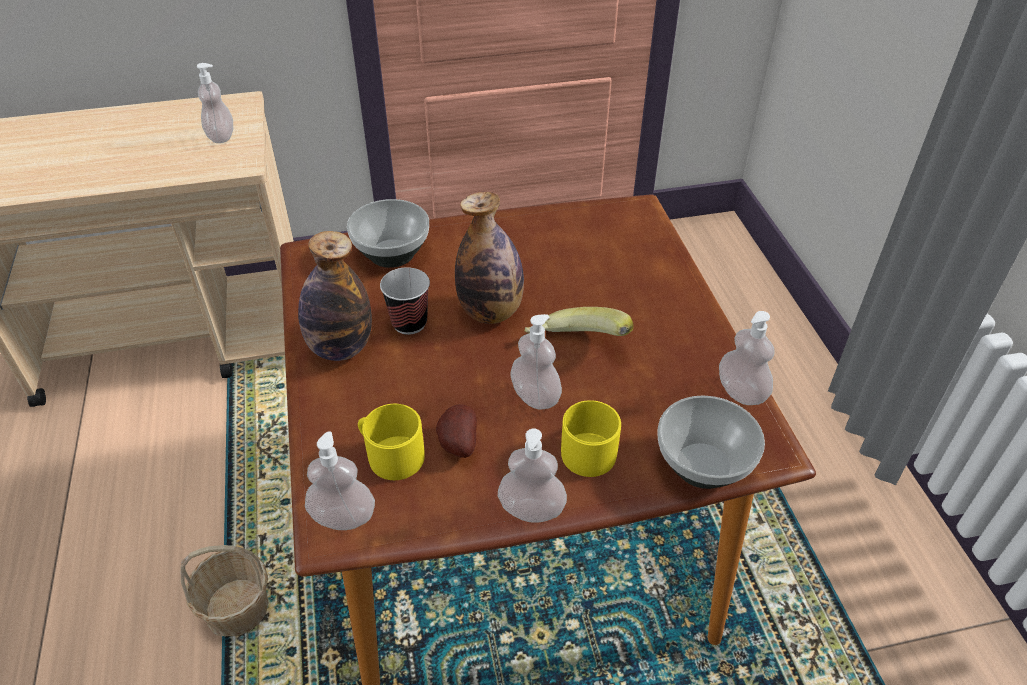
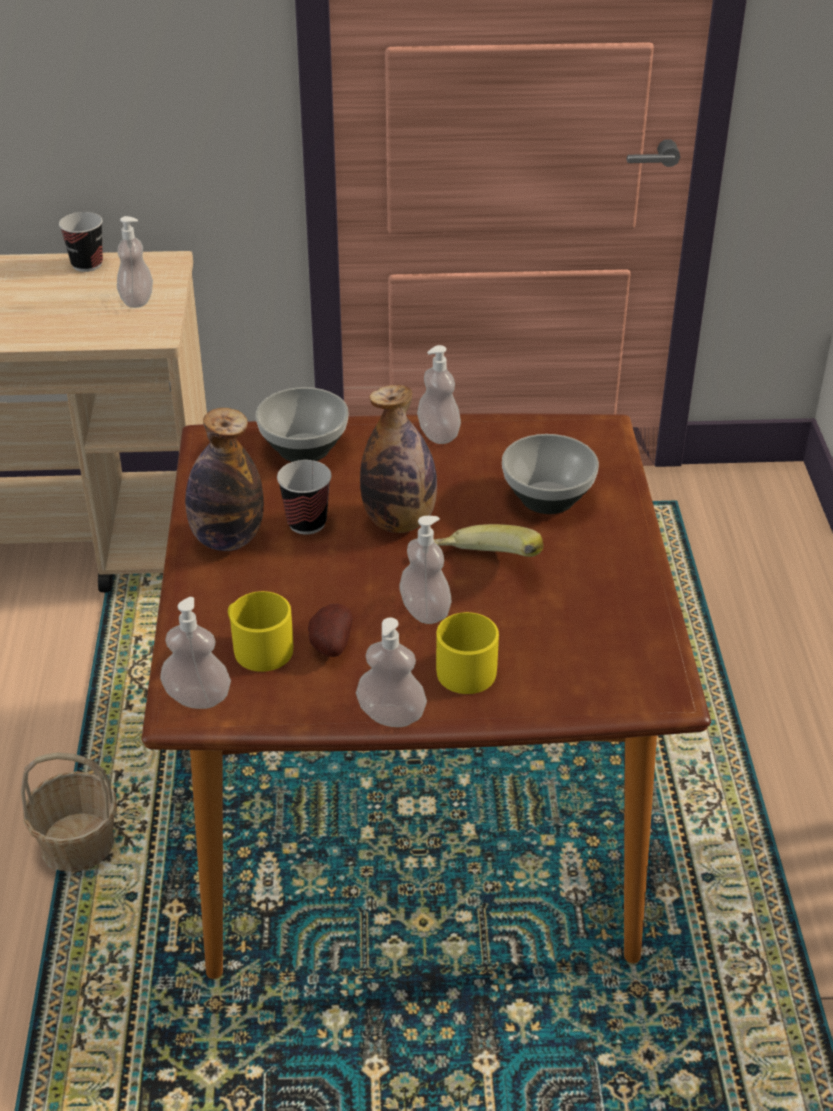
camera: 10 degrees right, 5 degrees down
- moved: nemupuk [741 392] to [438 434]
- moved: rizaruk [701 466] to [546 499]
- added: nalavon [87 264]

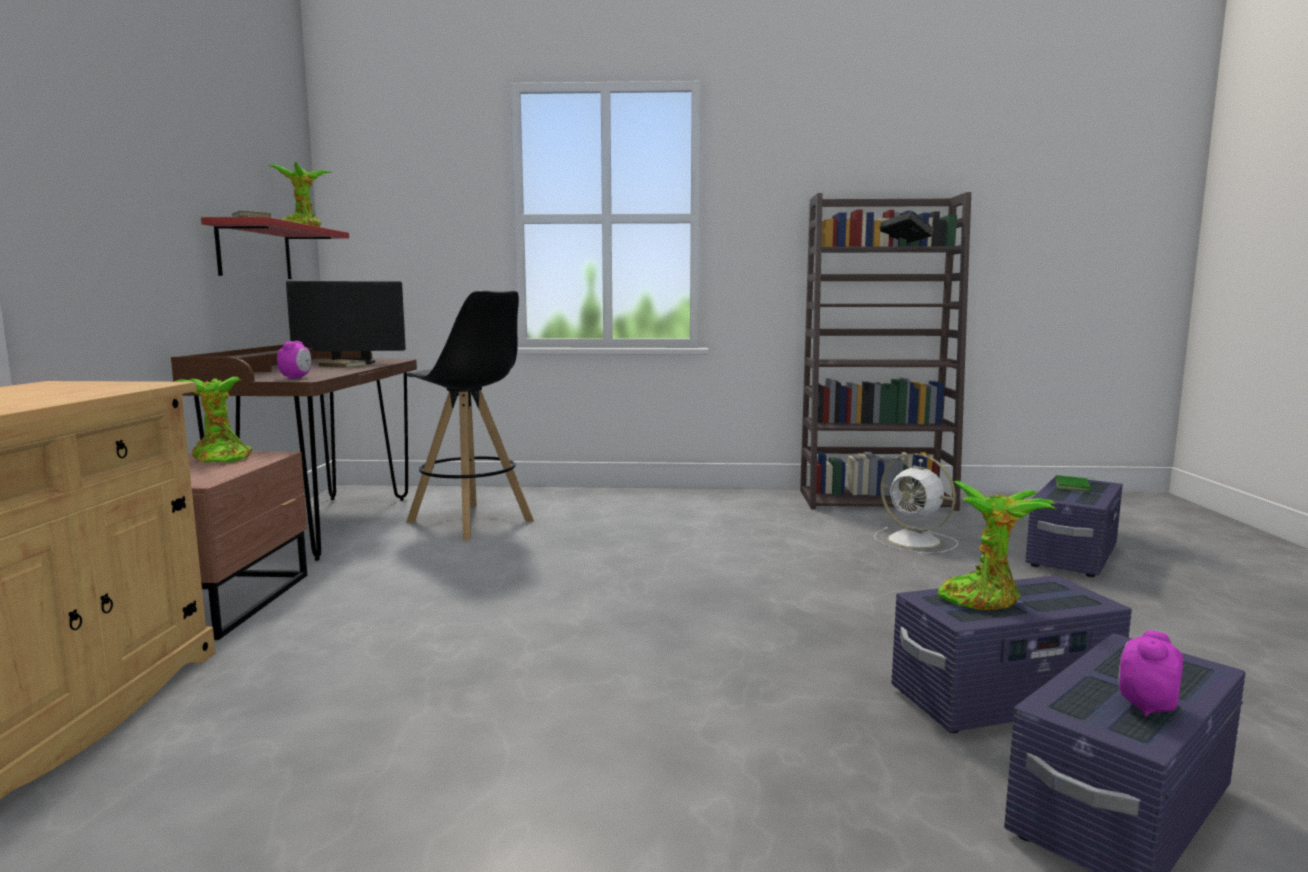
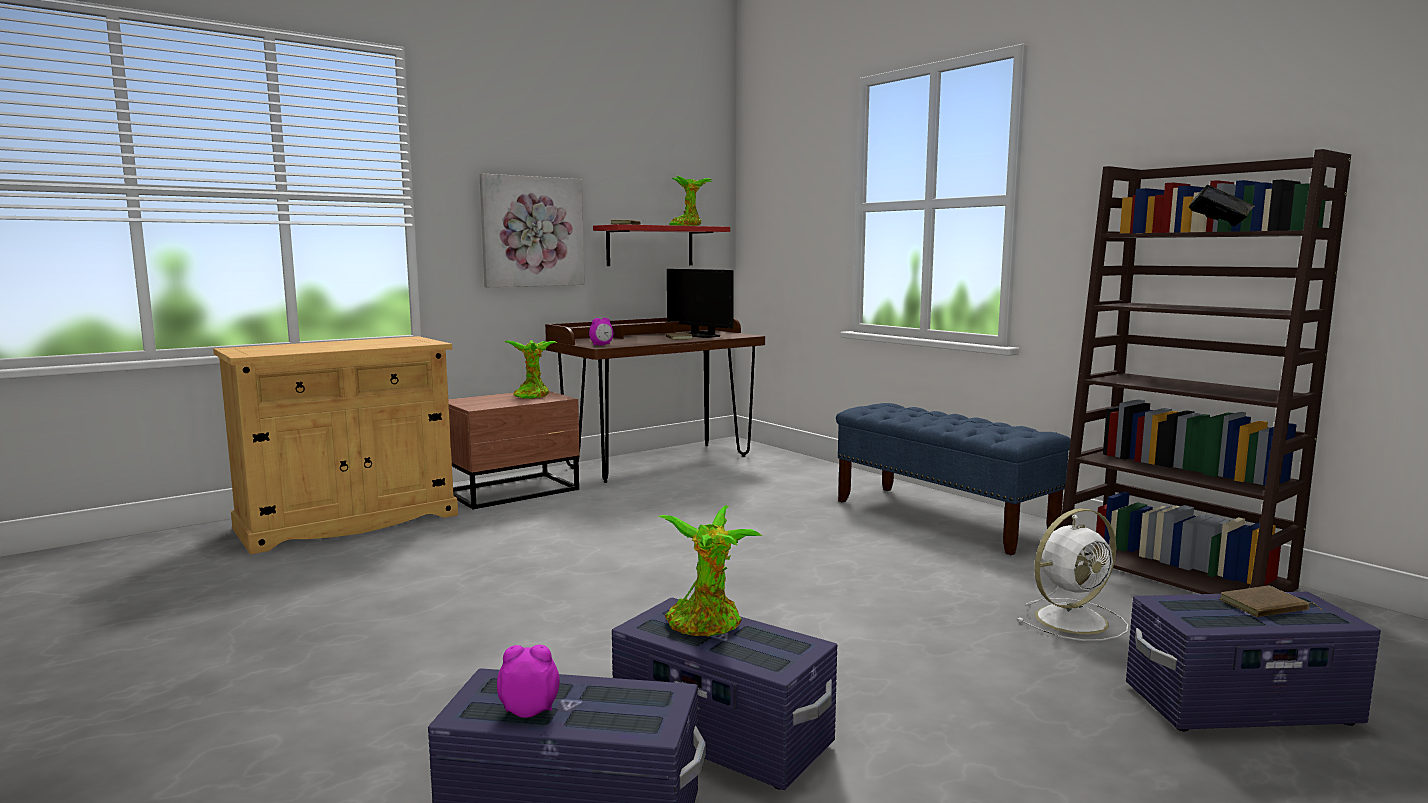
camera: 50 degrees right, 0 degrees up
- removed: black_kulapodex [471 521]
- turned: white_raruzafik [916 541] = [1073 619] 120 degrees counterclockwise
- recoloured: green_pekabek [1074 487] to brown_pekabek [1265 607]
- added: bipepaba [532 231]
- added: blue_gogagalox [942 518]

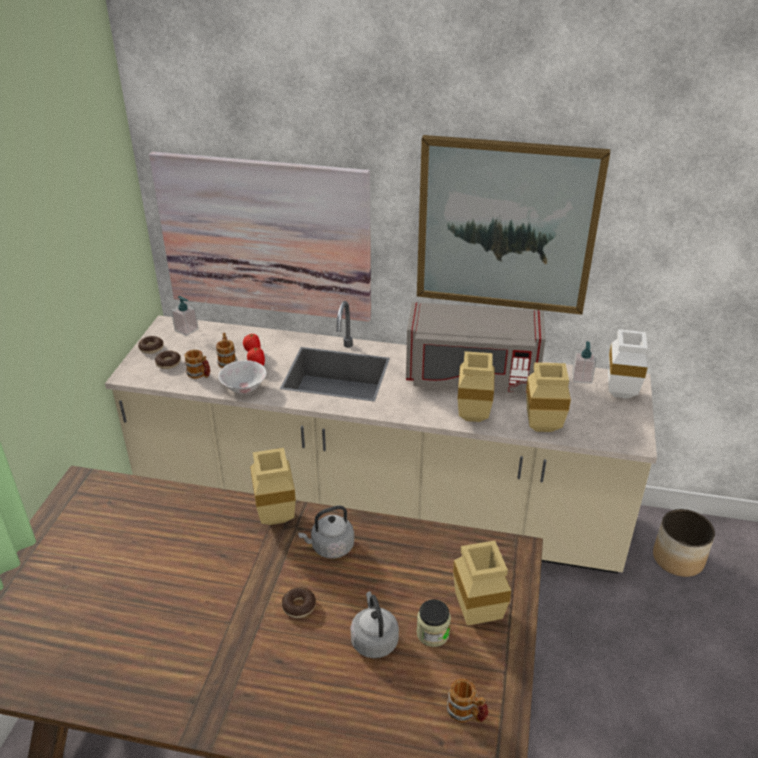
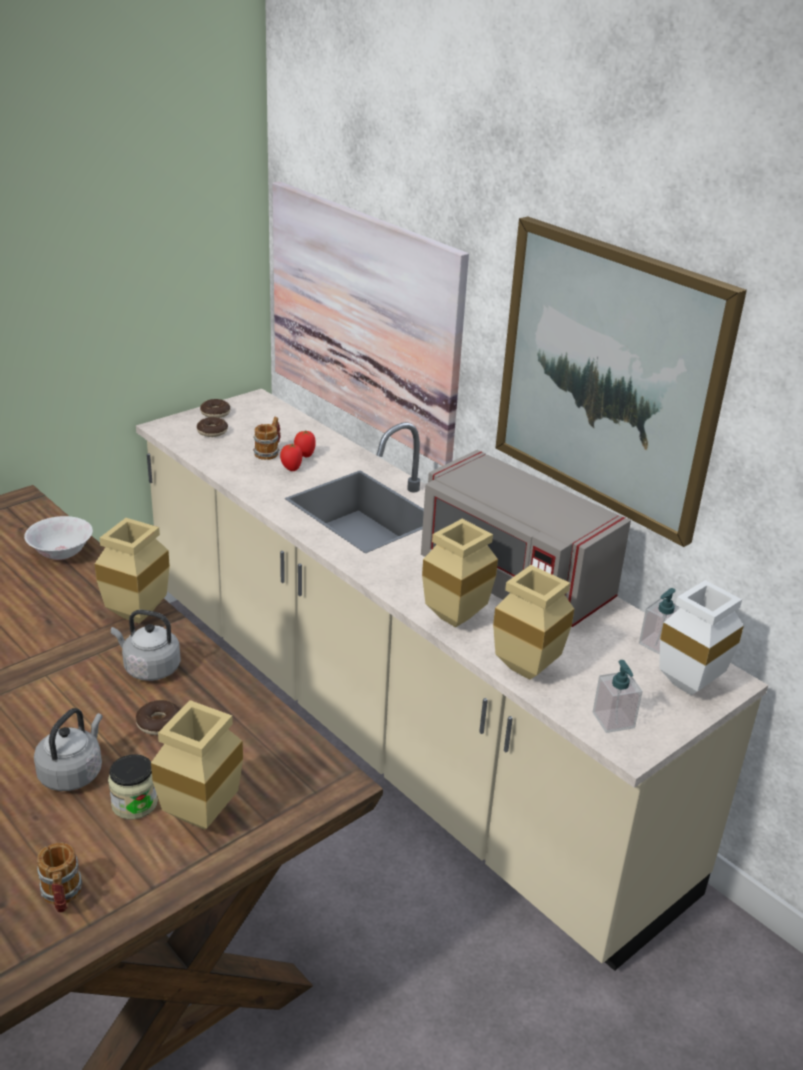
camera: 35 degrees right, 5 degrees down
- moved: nemupuk [186 330] to [613 720]
- removed: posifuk [199 374]
- moved: white_rizaruk [244 388] to [61 553]
- removed: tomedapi [678 558]
- moved: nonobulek [299 606] to [159 723]

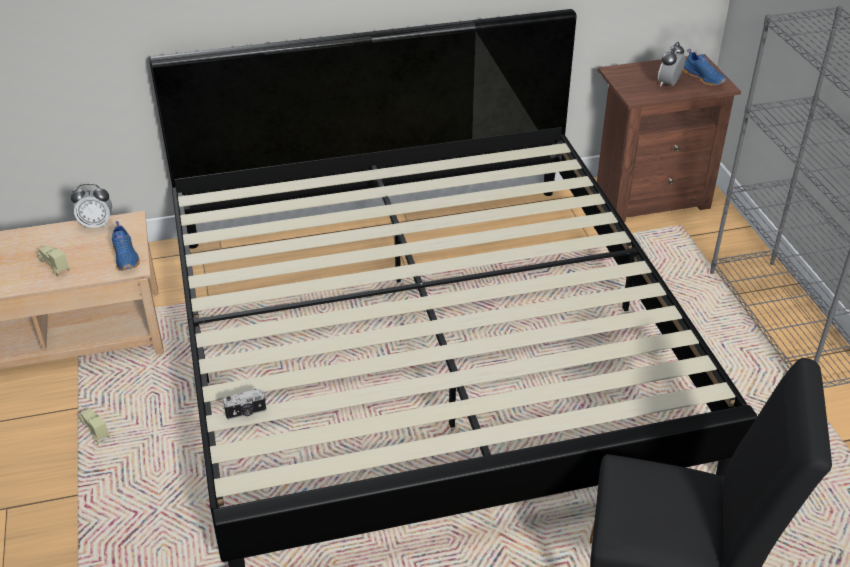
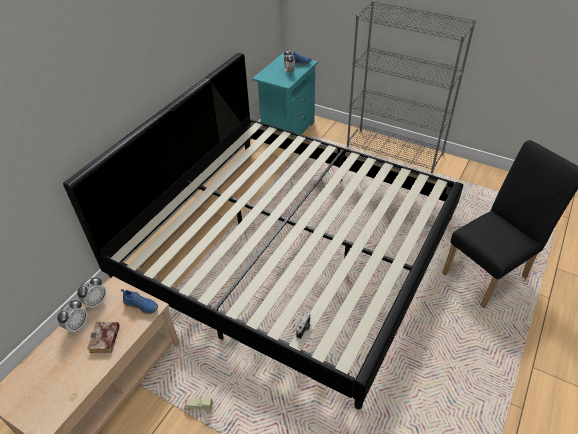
camera: 45 degrees left, 5 degrees up
- recoloured: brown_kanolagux [649 196] to turquoise_kanolagux [287 130]
- replaced: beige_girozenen [54 265] to pekabek [105 340]
- added: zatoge [77 325]

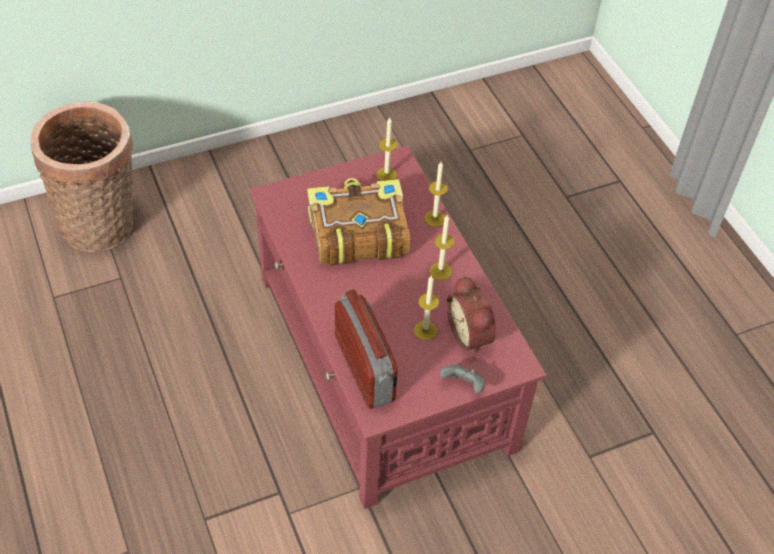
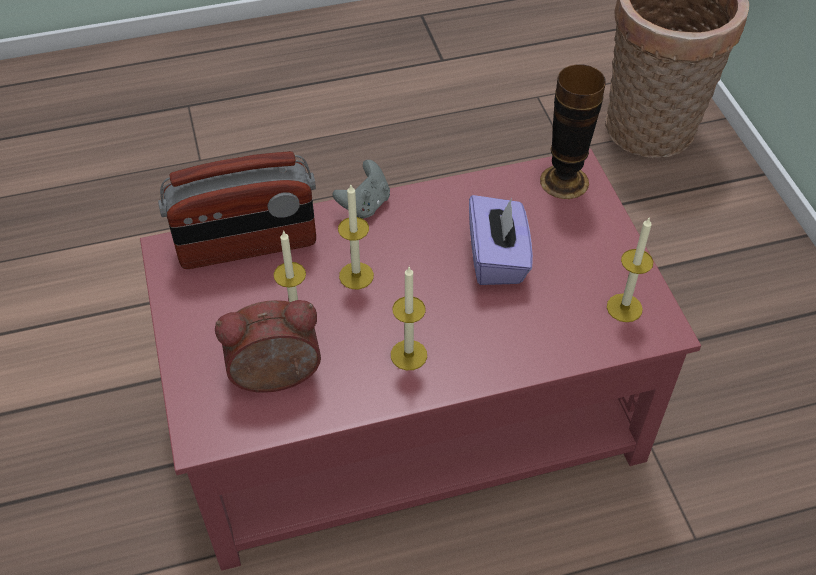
camera: 100 degrees right, 0 degrees up
- moved: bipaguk [435 218] to [356 275]
- replaced: pekabek [356 233] to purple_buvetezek [497 258]
- moved: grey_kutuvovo [463 385] to [365 205]
- added: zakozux [564 181]

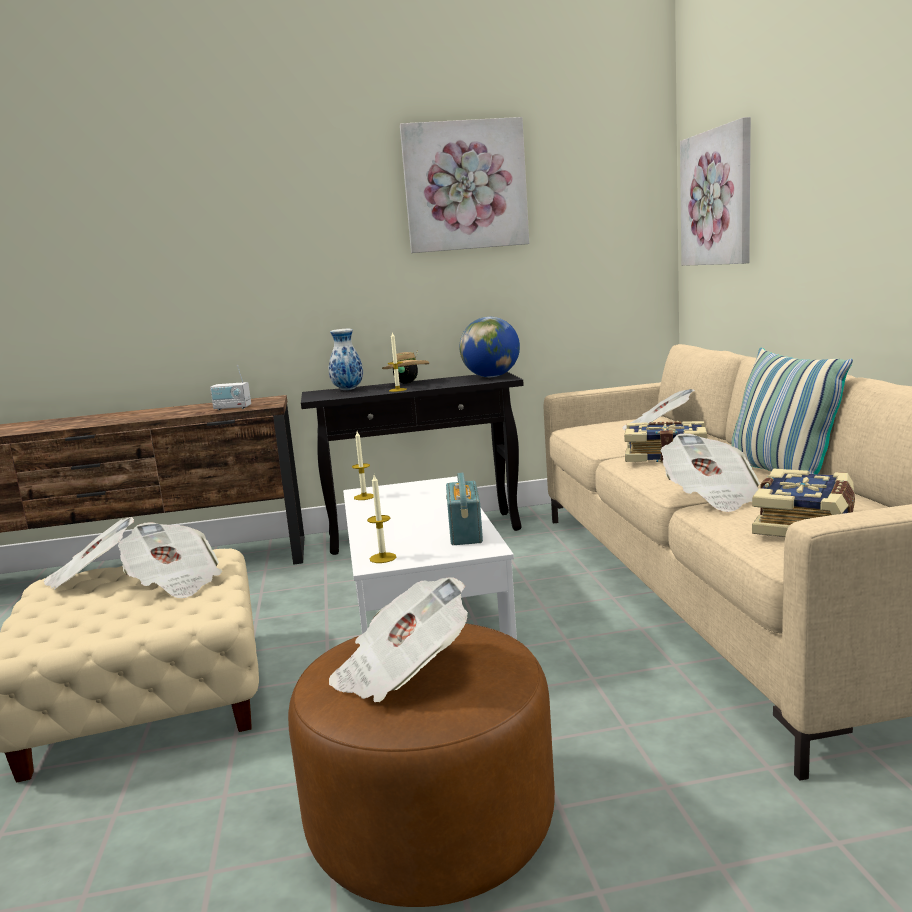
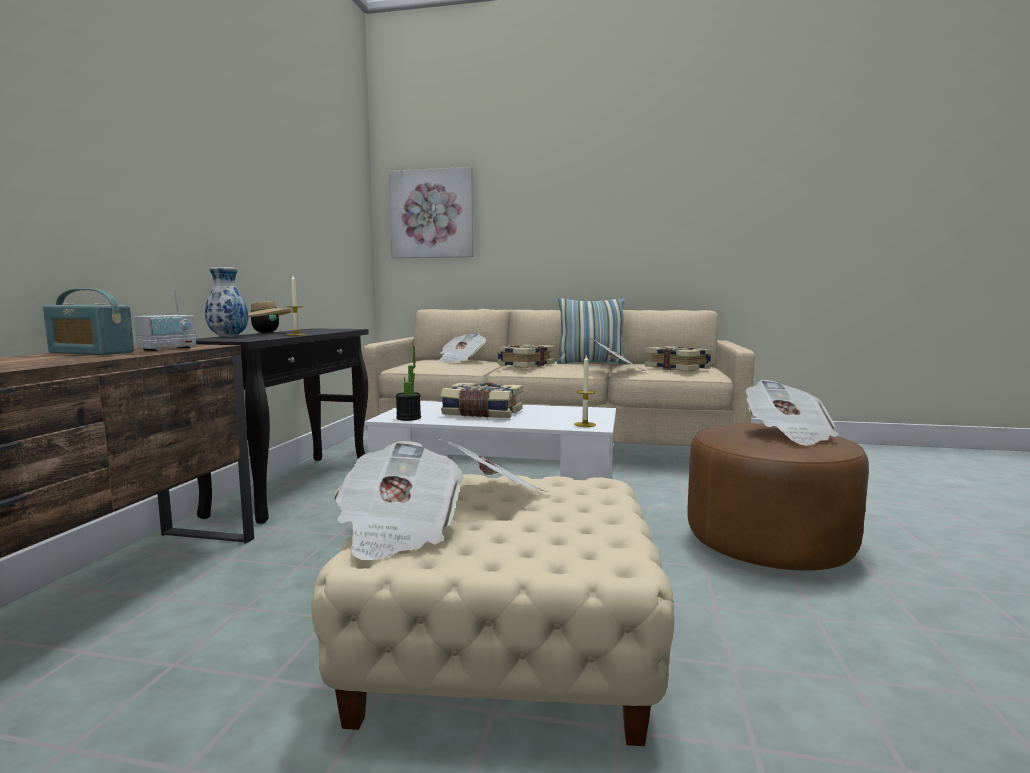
camera: 70 degrees left, 5 degrees down
- removed: bipepaba [465 186]
- removed: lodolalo [491 377]
- replaced: bipaguk [364 497] to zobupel [408 418]
- moved: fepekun [465 532] to [91 352]
- added: pekabek [482 413]

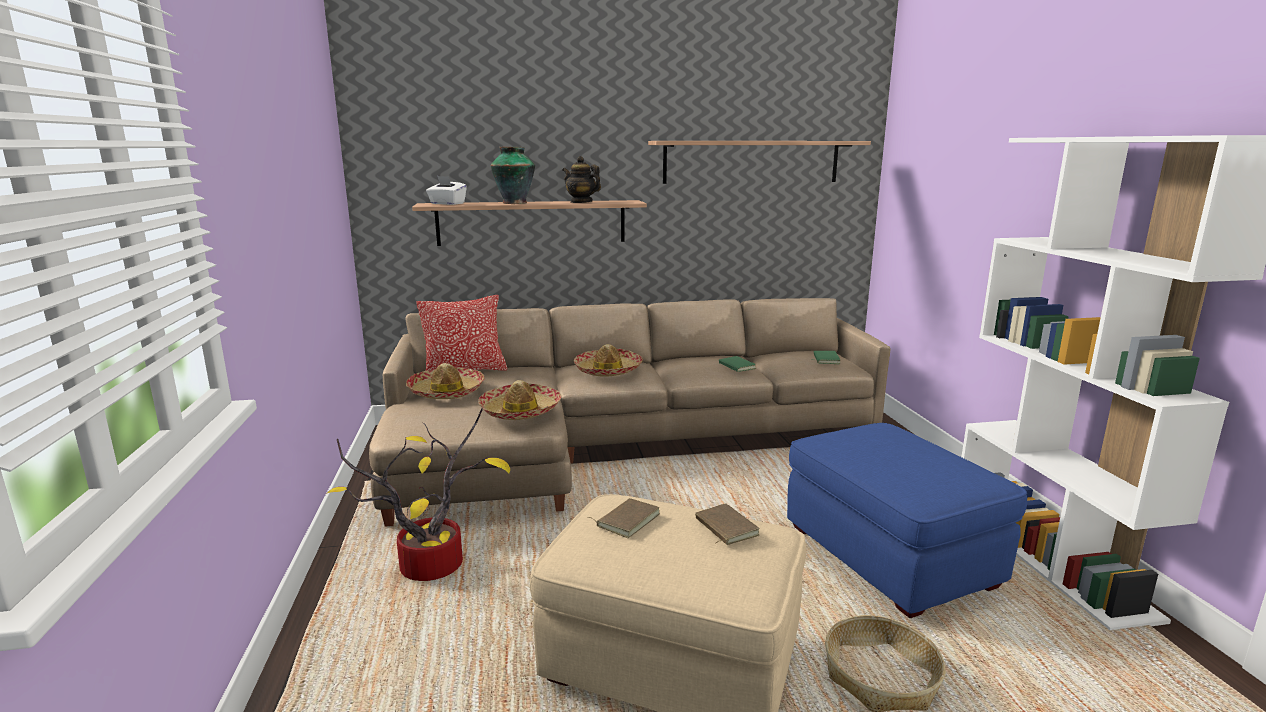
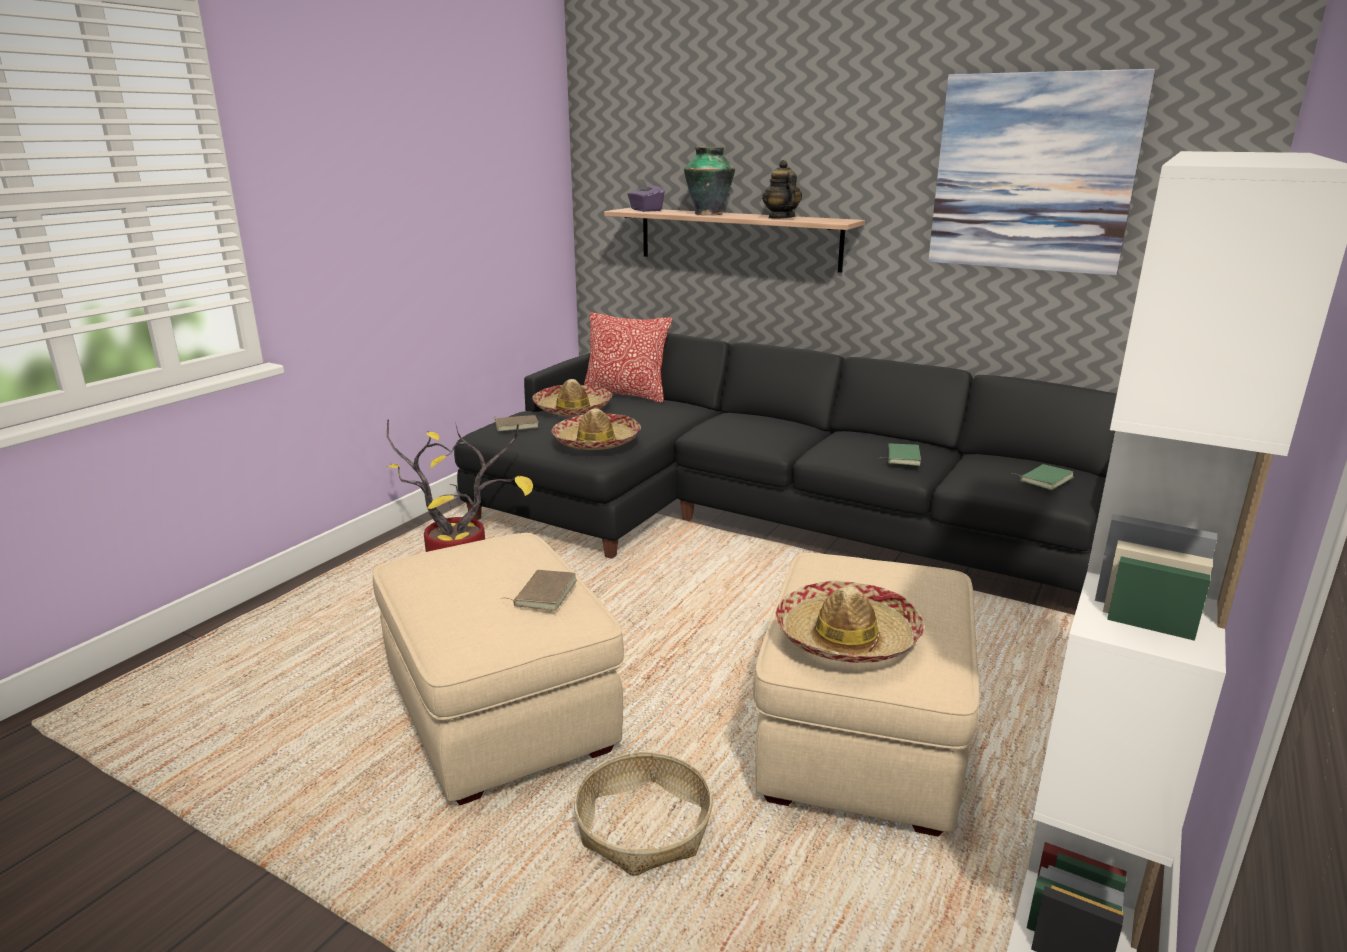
camera: 40 degrees right, 5 degrees up
- replaced: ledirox [751 162] to bipepaba [1032 173]
- recoloured: white_buvetezek [447 204] to purple_buvetezek [645 210]
- recoloured: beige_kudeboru [615 444] to black_kudeboru [757 517]
- moved: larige [608 370] to [847 637]
- recoloured: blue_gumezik [890 557] to beige_gumezik [860 741]
- moved: brown_pekabek [627 520] to [516 425]

